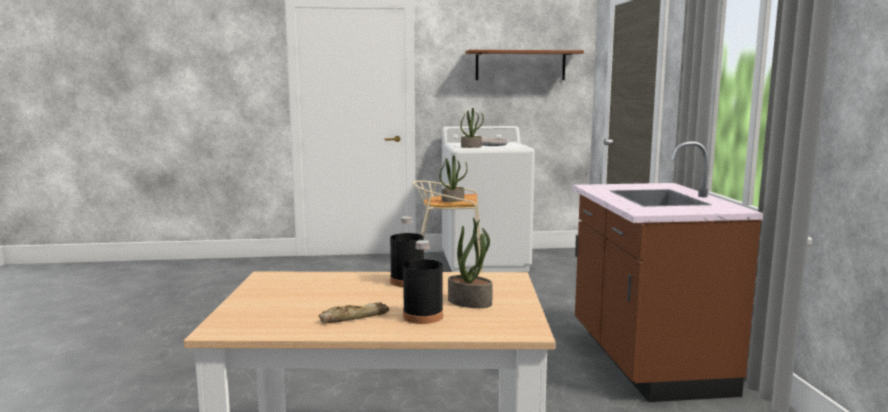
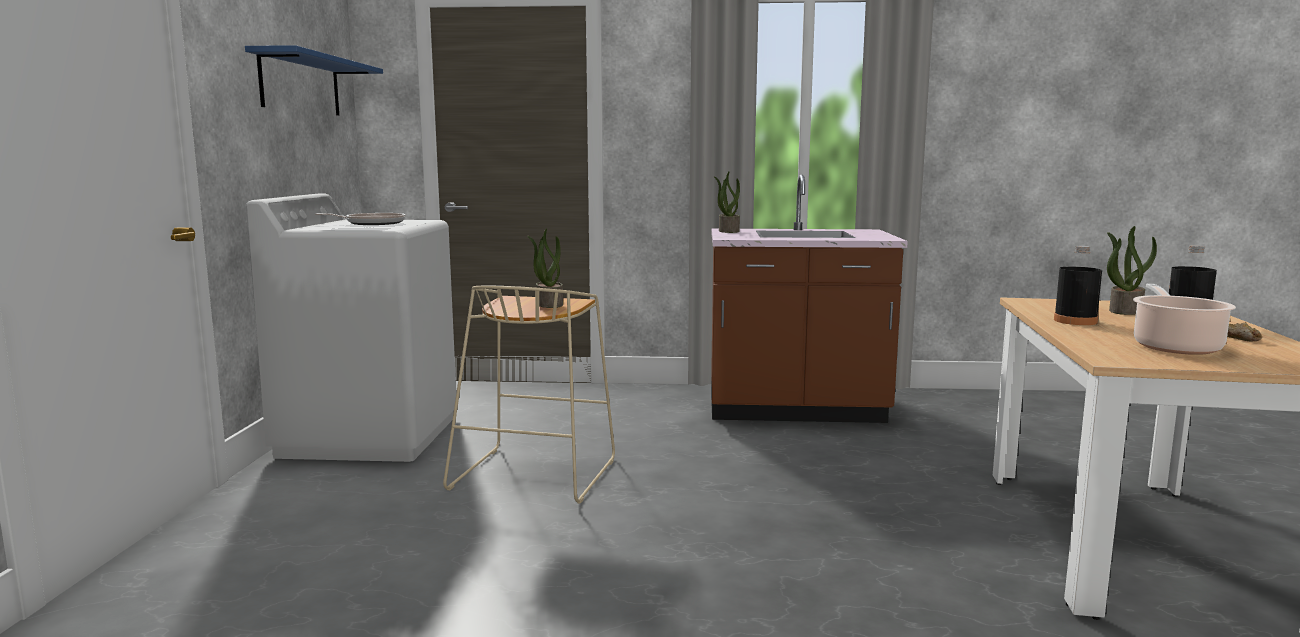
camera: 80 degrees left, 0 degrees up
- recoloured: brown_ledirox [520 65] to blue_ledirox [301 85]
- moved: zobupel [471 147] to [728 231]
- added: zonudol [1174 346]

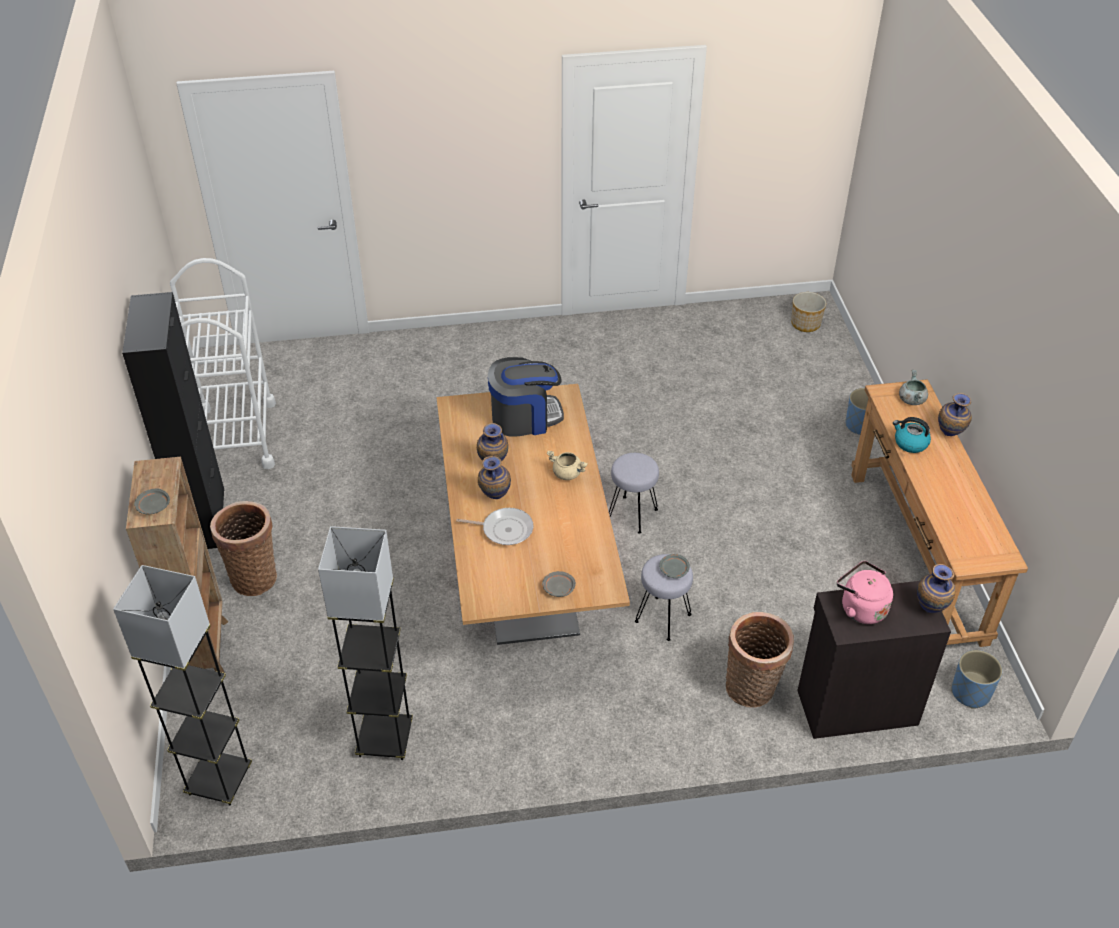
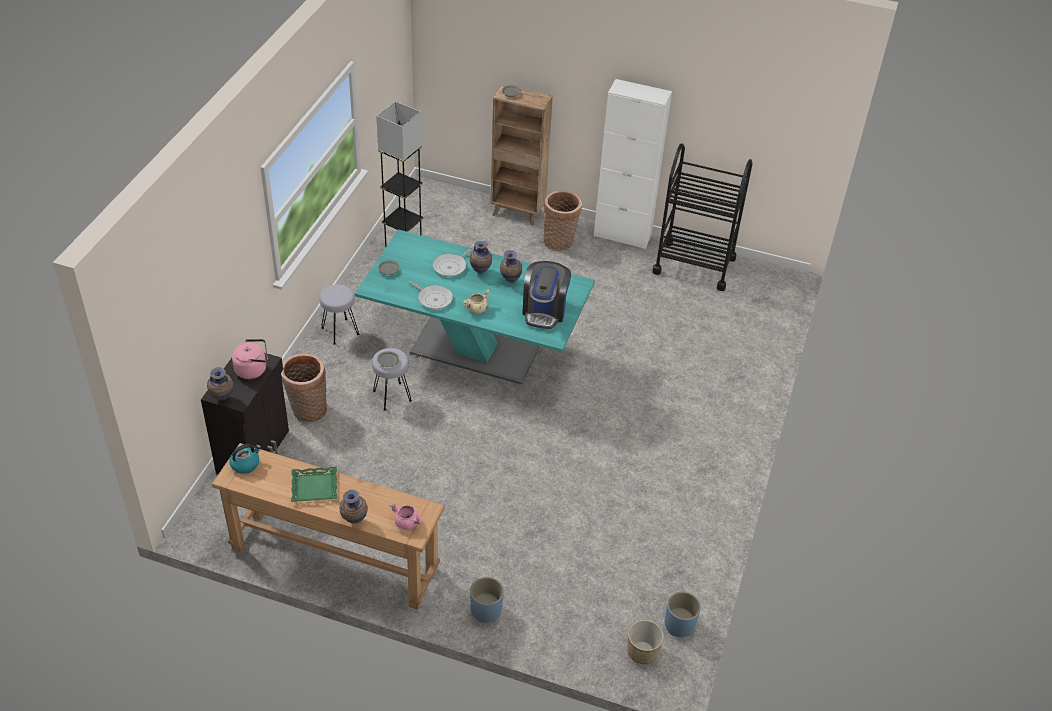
camera: 115 degrees right, 0 degrees up
- recoloured: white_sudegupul [236 437] to black_sudegupul [694 265]
- recoloured: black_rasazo [204 519] to white_rasazo [622 235]
- recoloured: grey_zonudol [911 400] to pink_zonudol [407 523]
- recoloured: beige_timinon [527 575] to turquoise_timinon [475 350]
- moved: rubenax [910 443] to [245 464]
- moved: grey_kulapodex [632 515] to [339 331]
- removed: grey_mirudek [219 781]
- moved: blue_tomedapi [970 693] to [679 625]
- added: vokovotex [433 298]
- added: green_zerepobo [314 487]

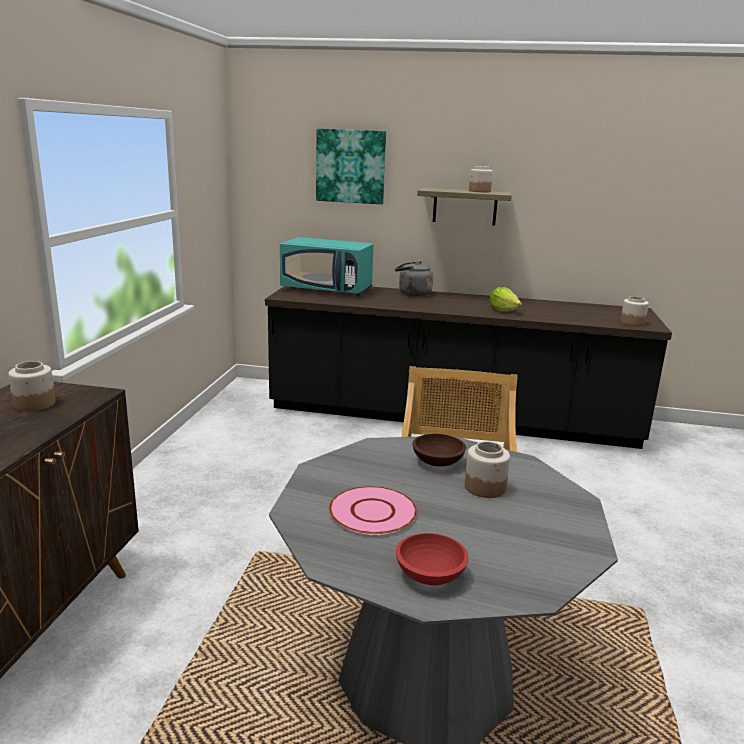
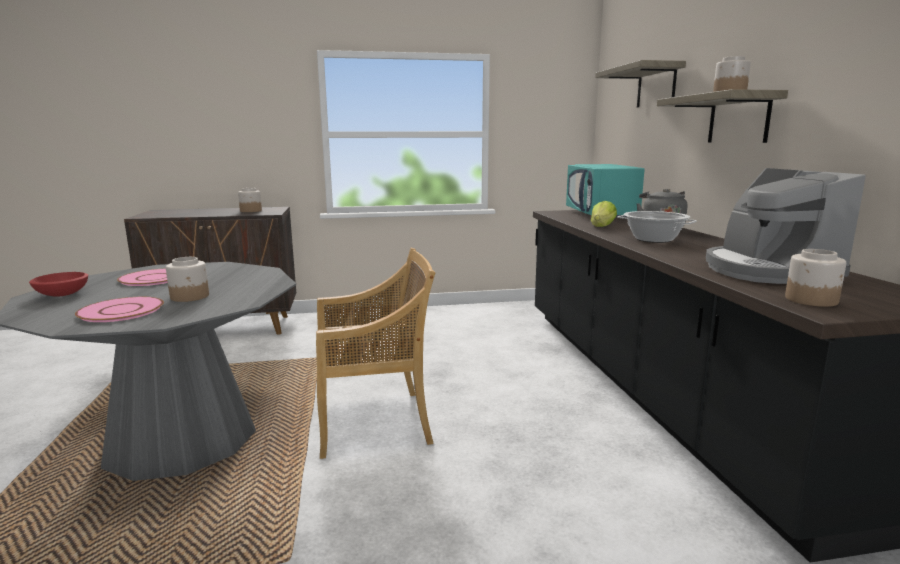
camera: 70 degrees right, 5 degrees down
- replaced: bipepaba [350 166] to ledirox [656 86]
- moved: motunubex [503 310] to [602 226]
- removed: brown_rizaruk [437 461]
- added: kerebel [766 271]
- added: zonudol [654 239]
- added: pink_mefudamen [120 311]

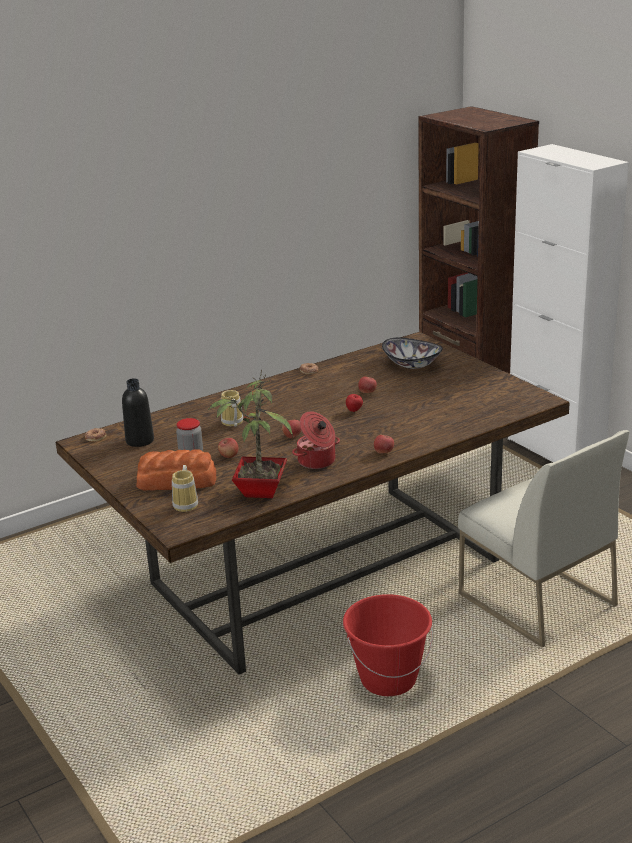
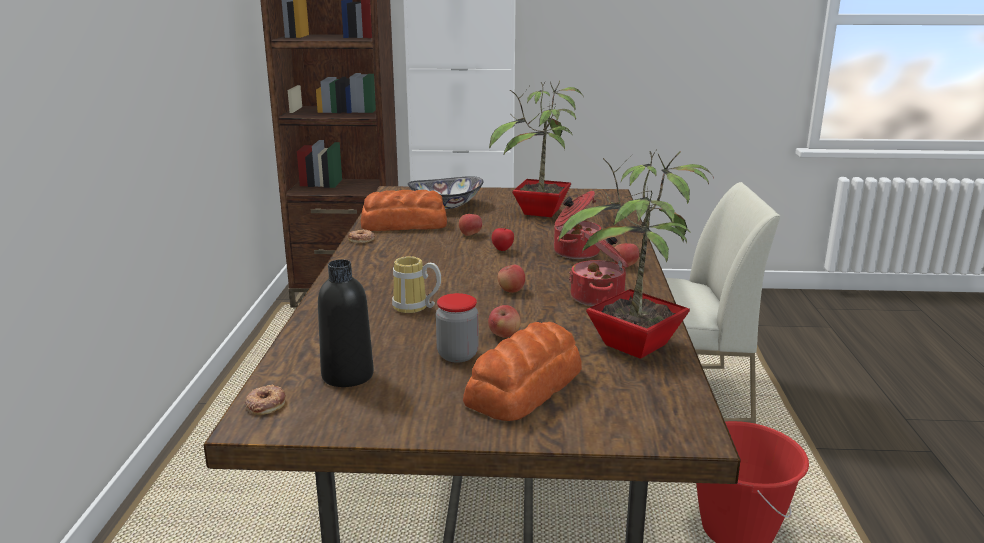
camera: 55 degrees left, 5 degrees down
- removed: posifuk [187 504]
- added: zobupel [540 213]
- added: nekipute [403 224]
- added: zonudol [575 252]

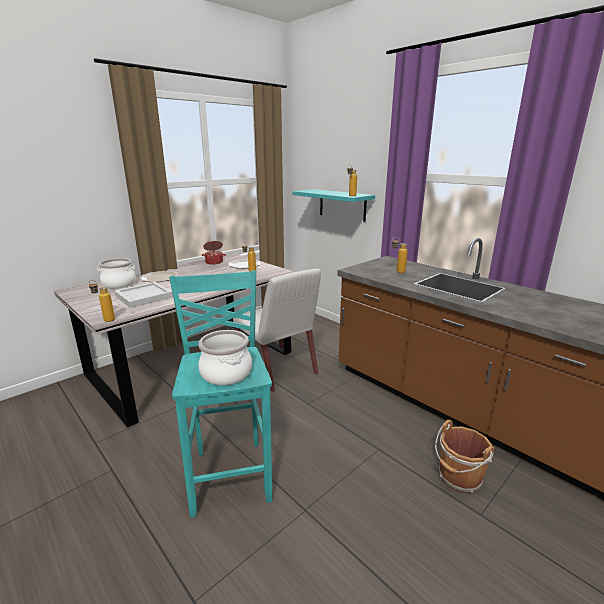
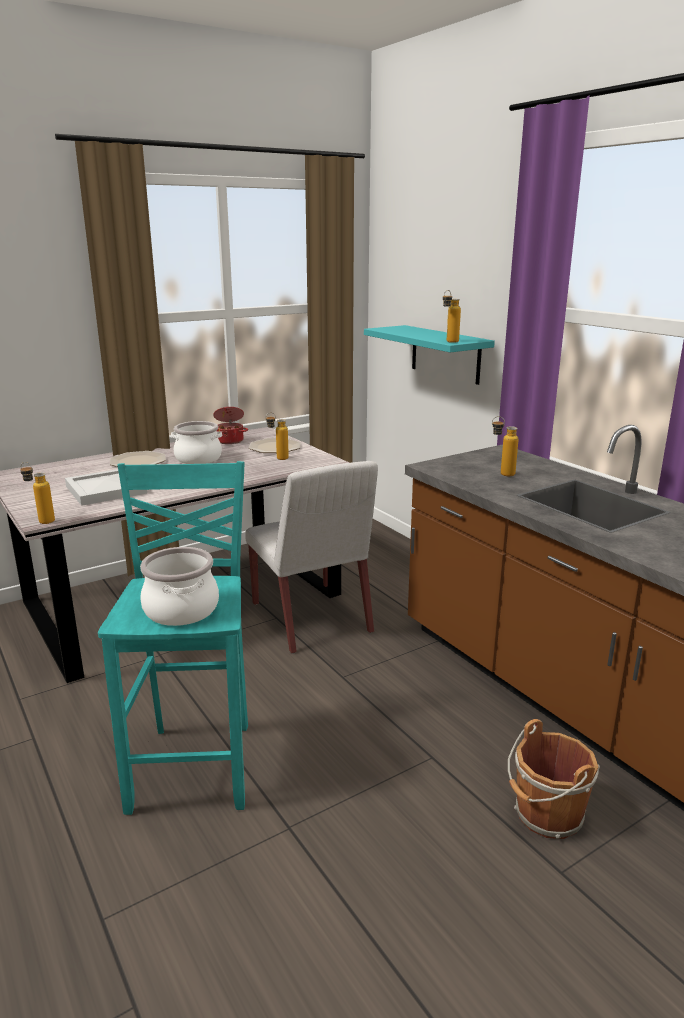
camera: 10 degrees right, 0 degrees up
- moved: zonudol [119 284] to [198 458]

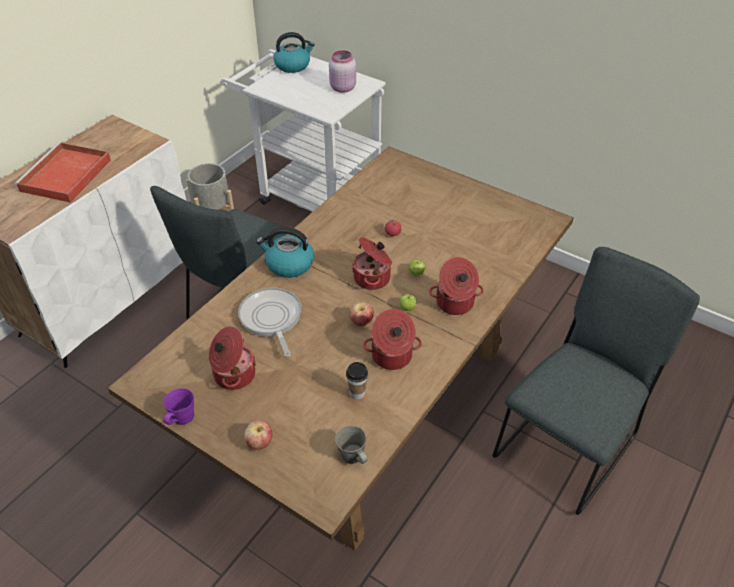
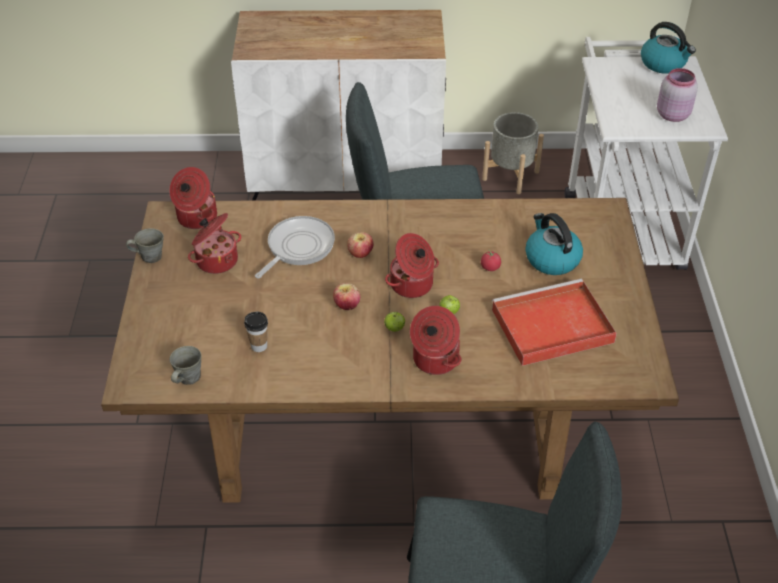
camera: 55 degrees right, 0 degrees up
- moved: red_zerepobo [65 176] to [550 327]
- moved: rubenax [288 264] to [551 259]
- moved: zonudol [392 356] to [196 218]
- recoloured: purple_posifuk [182 418] to grey_posifuk [150 256]
- moved: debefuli [259 443] to [360 254]

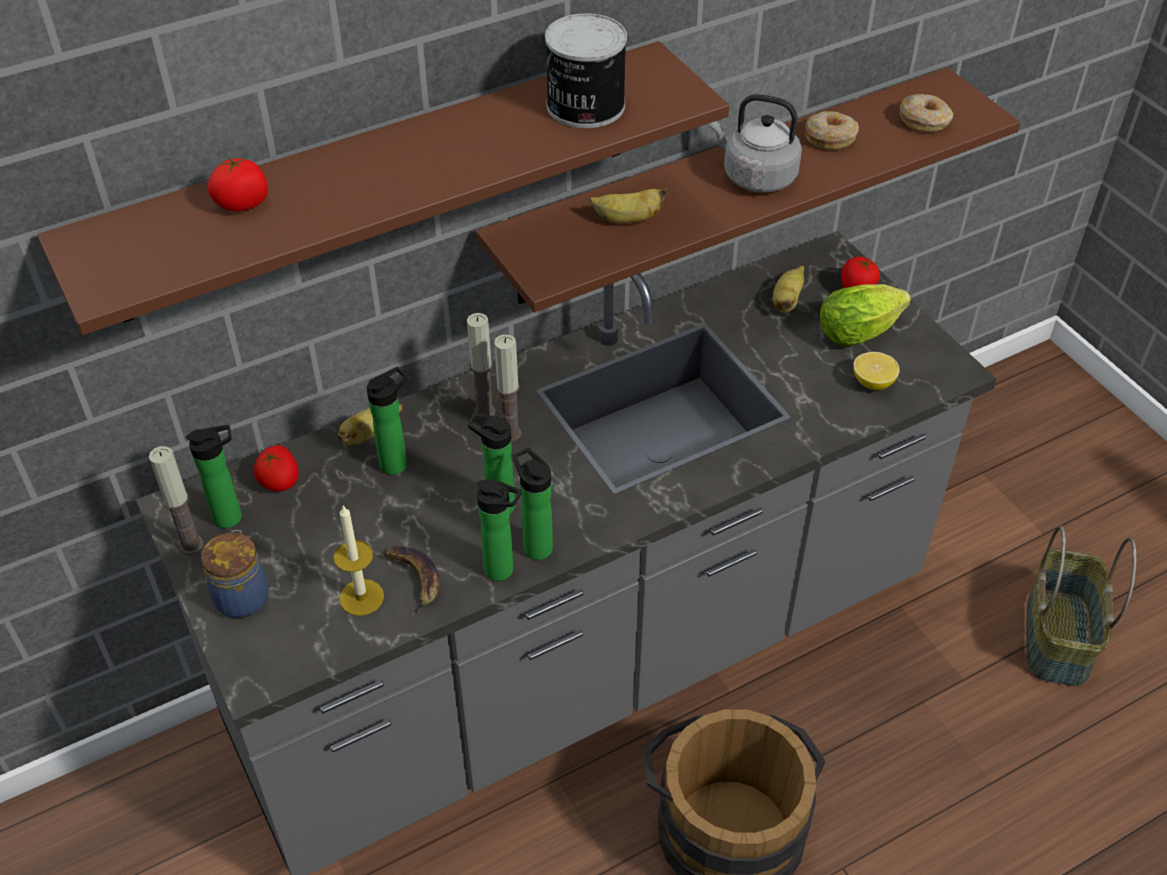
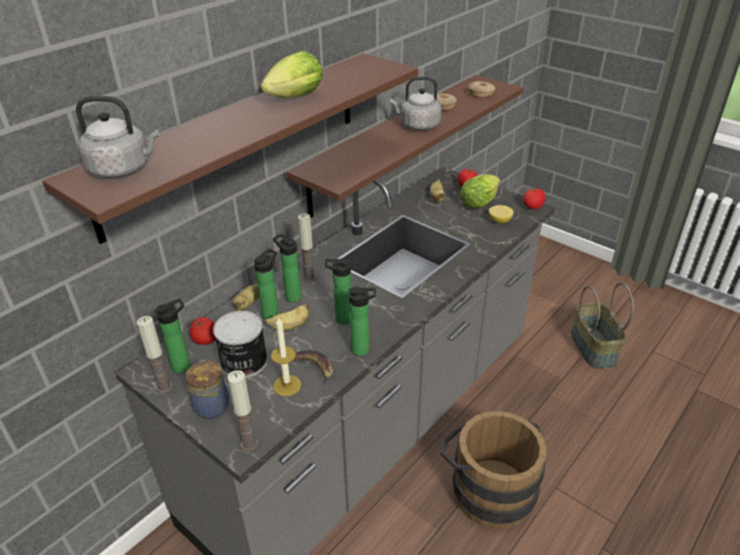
camera: 20 degrees left, 10 degrees down
- moved: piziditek [584 106] to [243 362]
- moved: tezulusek [242 203] to [532 206]
- moved: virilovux [627 219] to [290 326]
- moved: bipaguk [510 433] to [249 444]
- moved: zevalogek [535 545] to [291 296]
- added: motunubex [292 99]
- added: grey_rubenax [123 169]

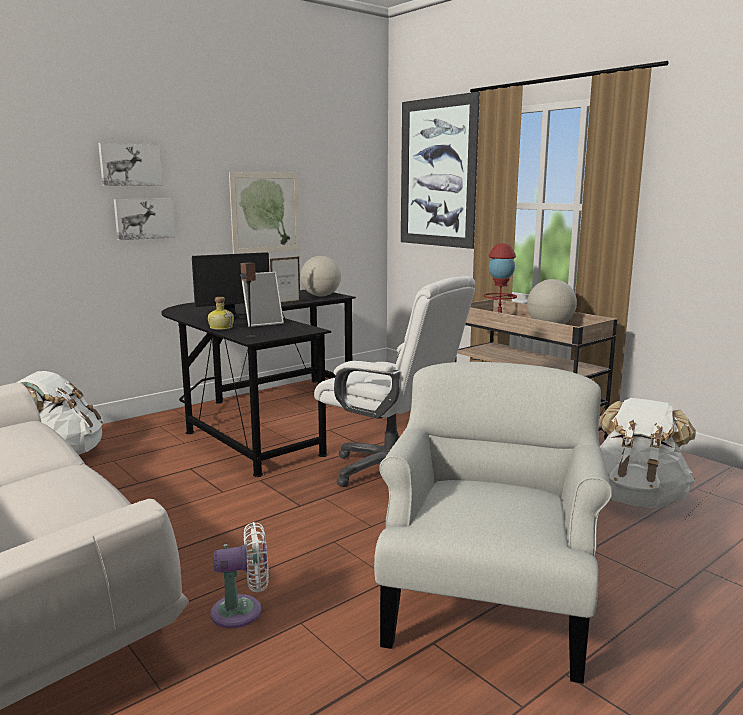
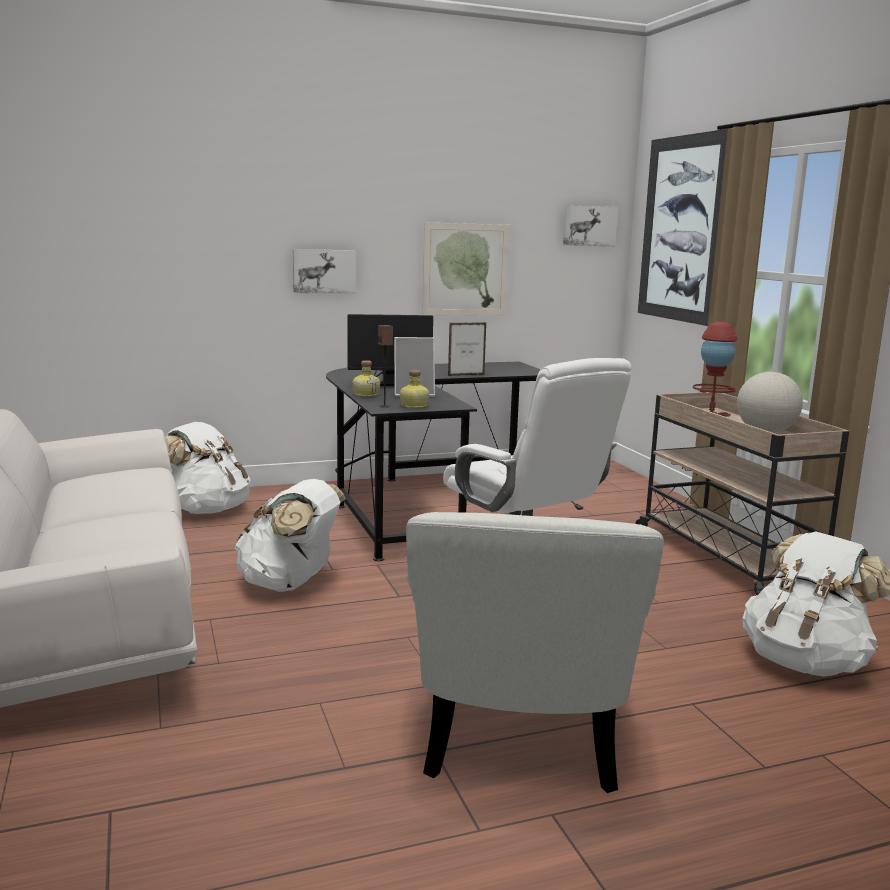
camera: 20 degrees right, 0 degrees up
- moved: bipepaba [130 165] to [589 226]
- removed: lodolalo [321 296]
- turned: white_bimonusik [487 606] = [520 732] 150 degrees clockwise
- removed: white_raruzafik [242 611]
- added: zevalogek [414 406]
- added: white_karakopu [290 584]

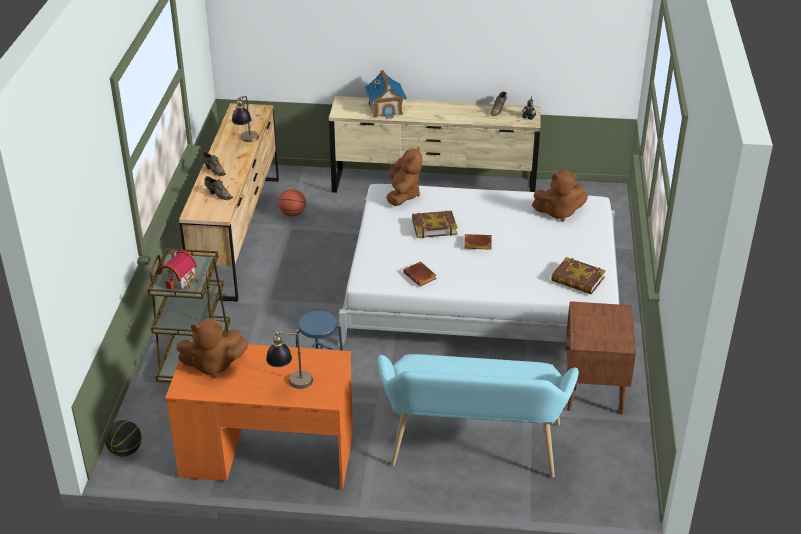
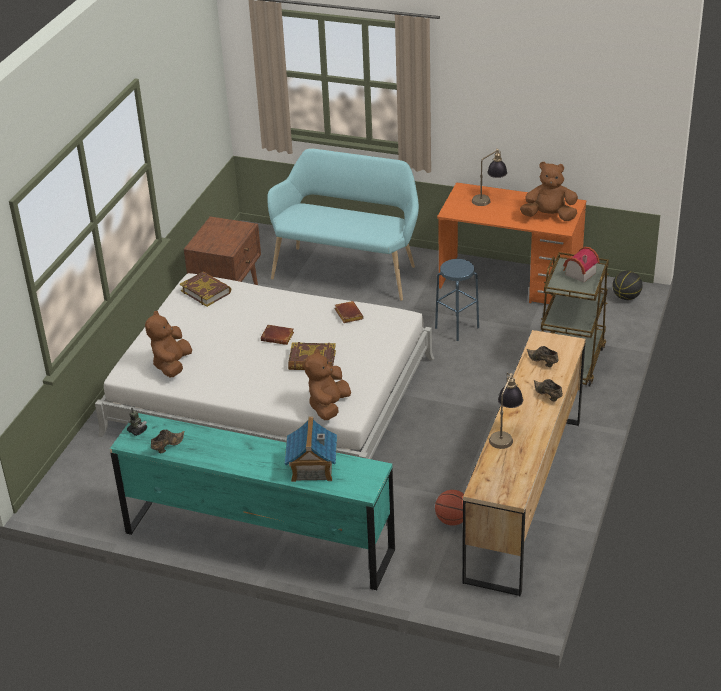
camera: 165 degrees left, 0 degrees up
- recoloured: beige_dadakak [434 186] to turquoise_dadakak [259 541]
- turned: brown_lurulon [558 212] = [172 365] 90 degrees counterclockwise

